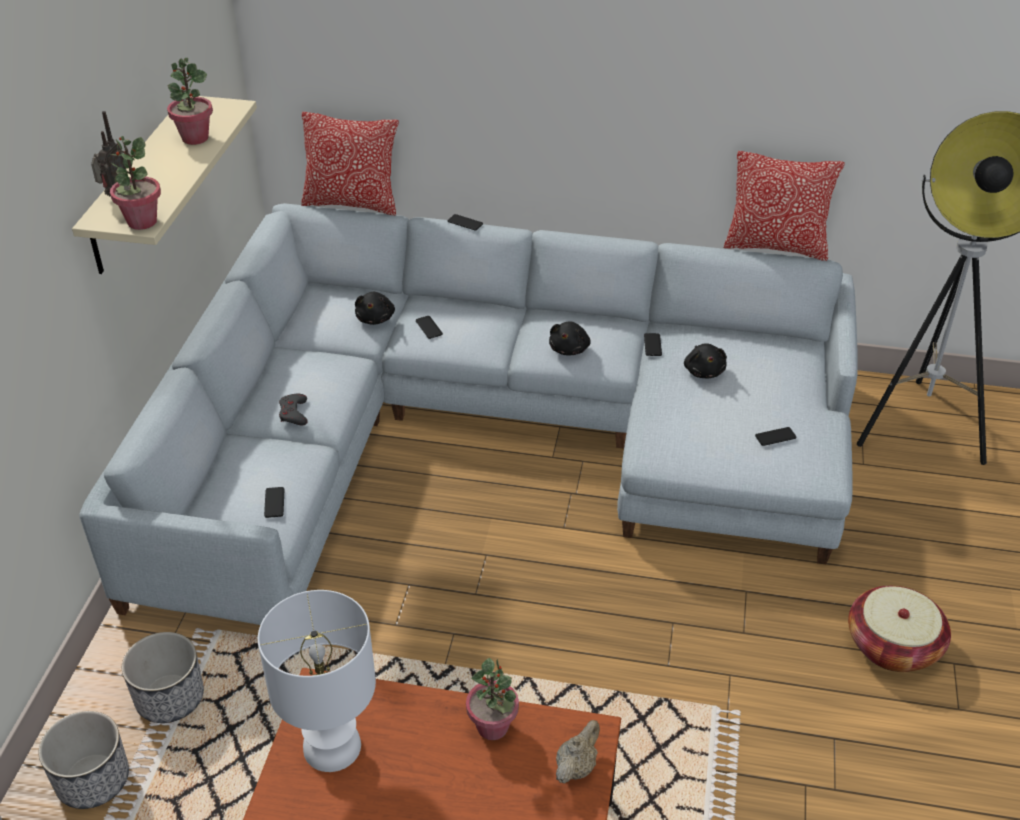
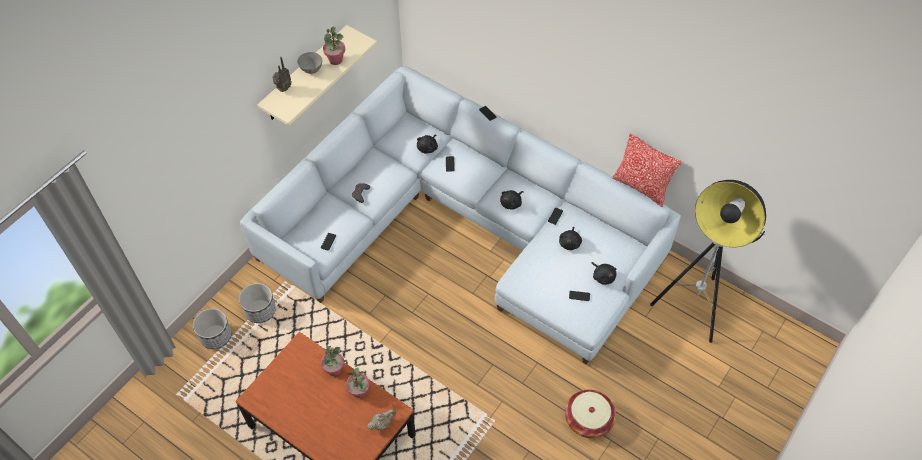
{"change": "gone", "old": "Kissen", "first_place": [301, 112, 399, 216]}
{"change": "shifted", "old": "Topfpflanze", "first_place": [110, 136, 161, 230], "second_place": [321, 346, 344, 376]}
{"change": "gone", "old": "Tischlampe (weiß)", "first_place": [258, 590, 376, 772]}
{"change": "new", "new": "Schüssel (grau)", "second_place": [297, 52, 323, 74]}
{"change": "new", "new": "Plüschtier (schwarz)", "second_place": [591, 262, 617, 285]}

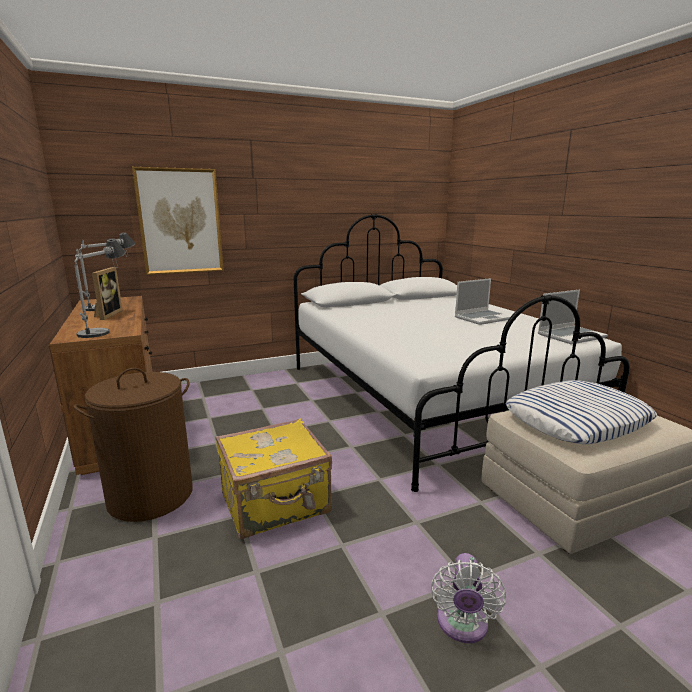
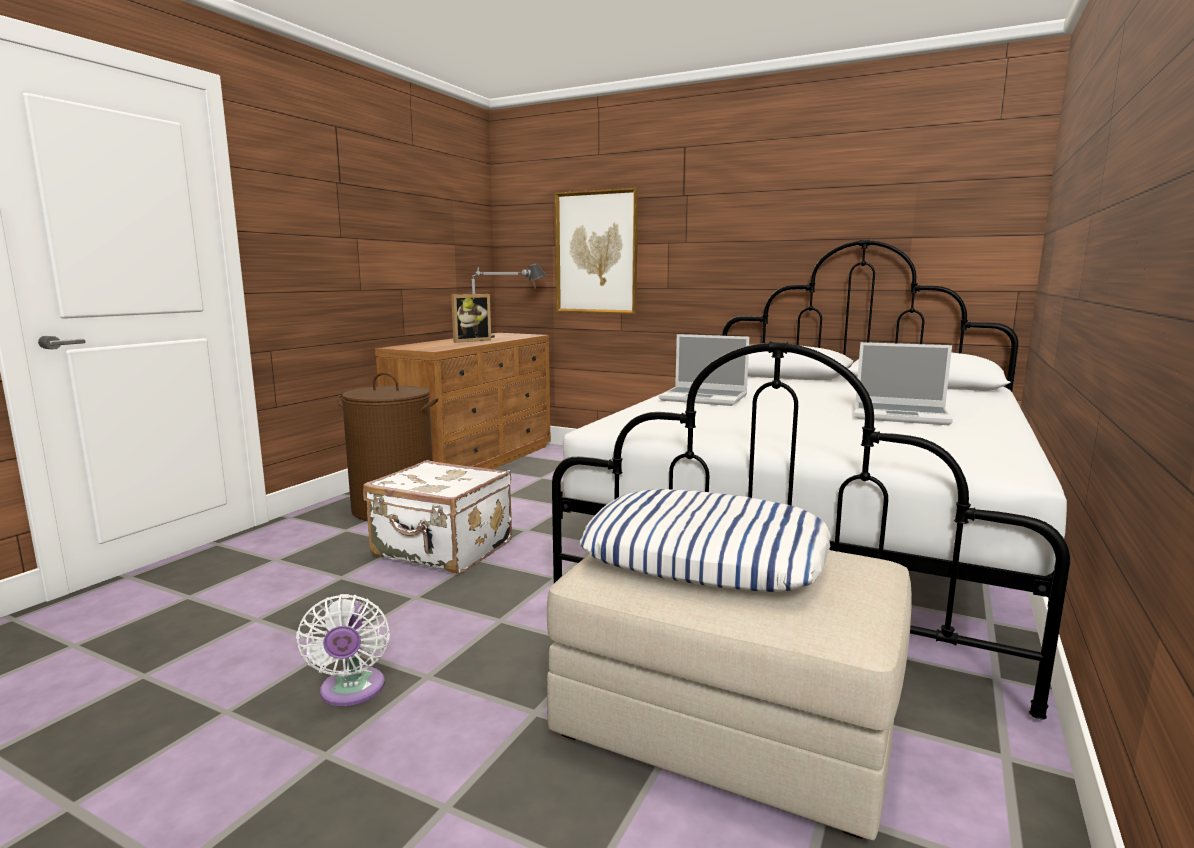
{"change": "gone", "old": "Tischlampe", "first_place": [74, 238, 126, 338]}
{"change": "shifted", "old": "Laptop", "first_place": [538, 289, 608, 345], "second_place": [659, 334, 749, 406]}
{"change": "repainted", "old": "Koffer (gelb)", "new": "Koffer (weiß)", "first_place": [216, 418, 332, 539], "second_place": [363, 460, 512, 574]}
{"change": "rotated", "old": "Ventilator (weiß)", "first_place": [431, 553, 506, 643], "second_place": [296, 594, 390, 706], "degrees": -75}

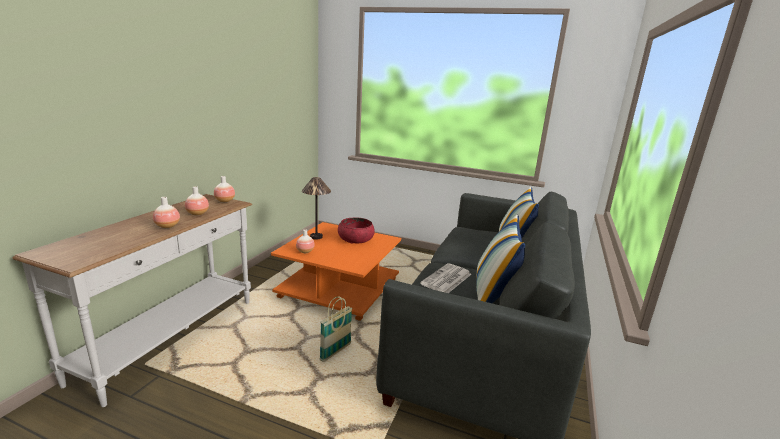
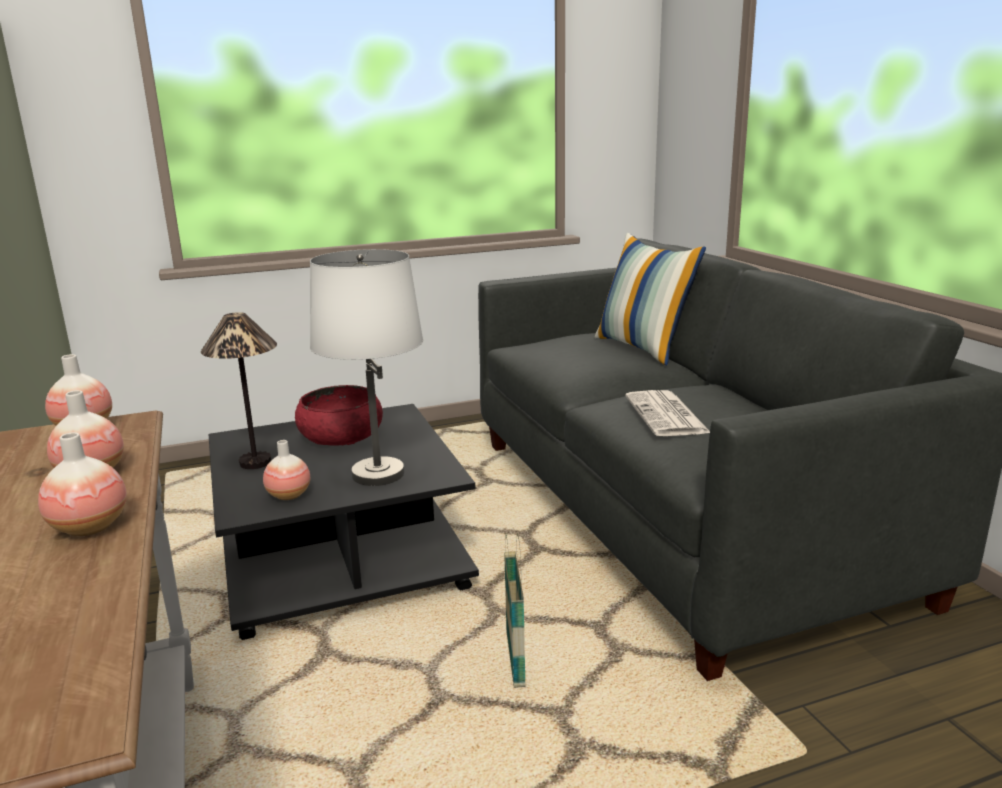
{"change": "gone", "old": "Kissen", "first_place": [476, 215, 525, 303]}
{"change": "repainted", "old": "Couchtisch (orange)", "new": "Couchtisch (schwarz)", "first_place": [271, 222, 401, 321], "second_place": [208, 404, 479, 640]}
{"change": "new", "new": "Tischlampe (weiß)", "second_place": [310, 249, 423, 486]}

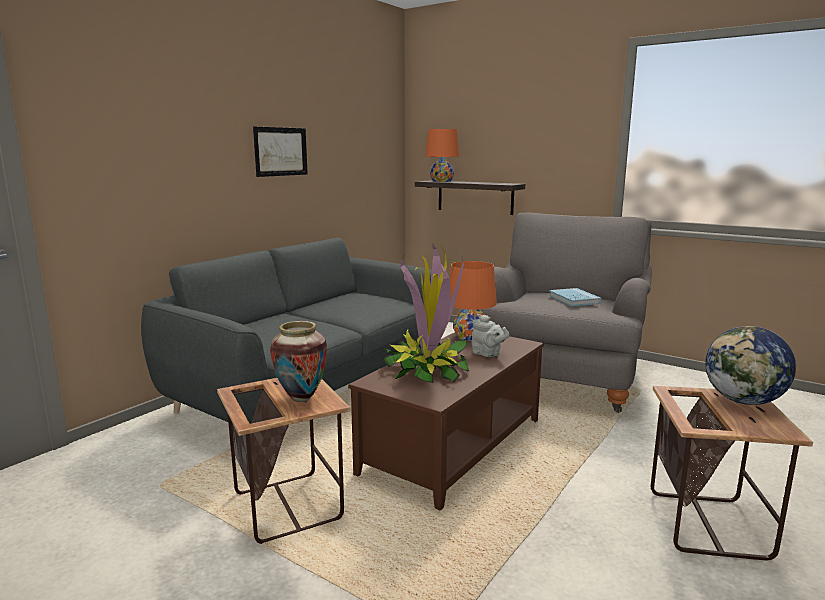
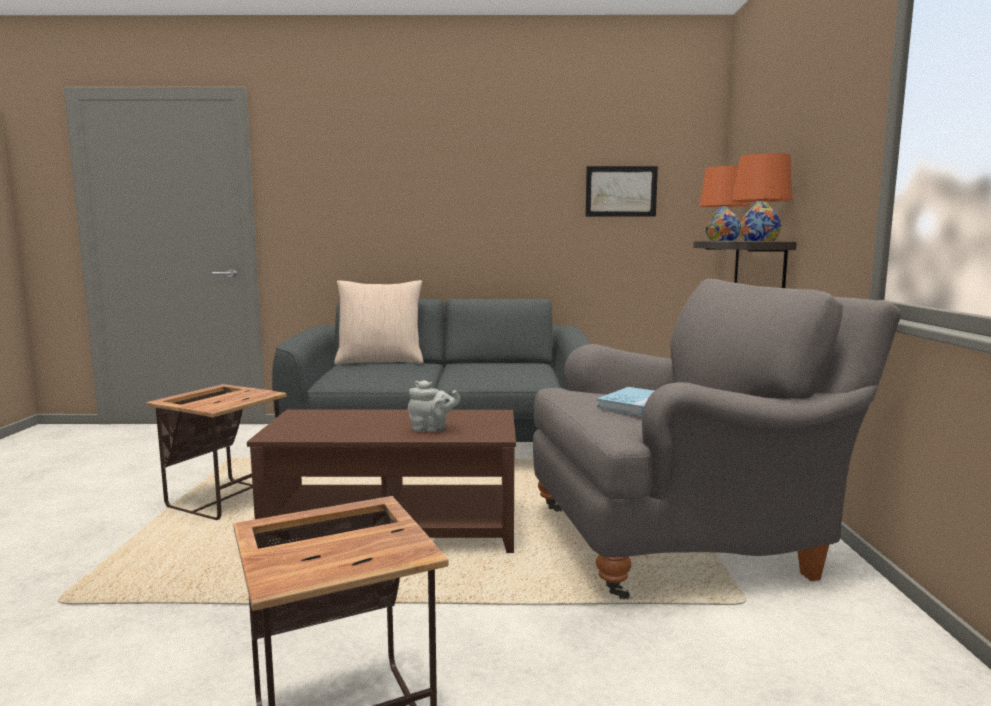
{"change": "shifted", "old": "Bild", "first_place": [253, 126, 308, 177], "second_place": [585, 166, 658, 217]}
{"change": "gone", "old": "Topfpflanze", "first_place": [382, 243, 469, 383]}
{"change": "shifted", "old": "Tischlampe (orange)", "first_place": [449, 261, 497, 341], "second_place": [732, 153, 792, 241]}
{"change": "rotated", "old": "Teekanne (grau)", "first_place": [472, 314, 510, 357], "second_place": [408, 380, 461, 432], "degrees": -90}
{"change": "gone", "old": "Vase", "first_place": [270, 321, 327, 402]}
{"change": "gone", "old": "Globus", "first_place": [705, 326, 796, 405]}
{"change": "new", "new": "Kissen (beige)", "second_place": [334, 280, 424, 365]}

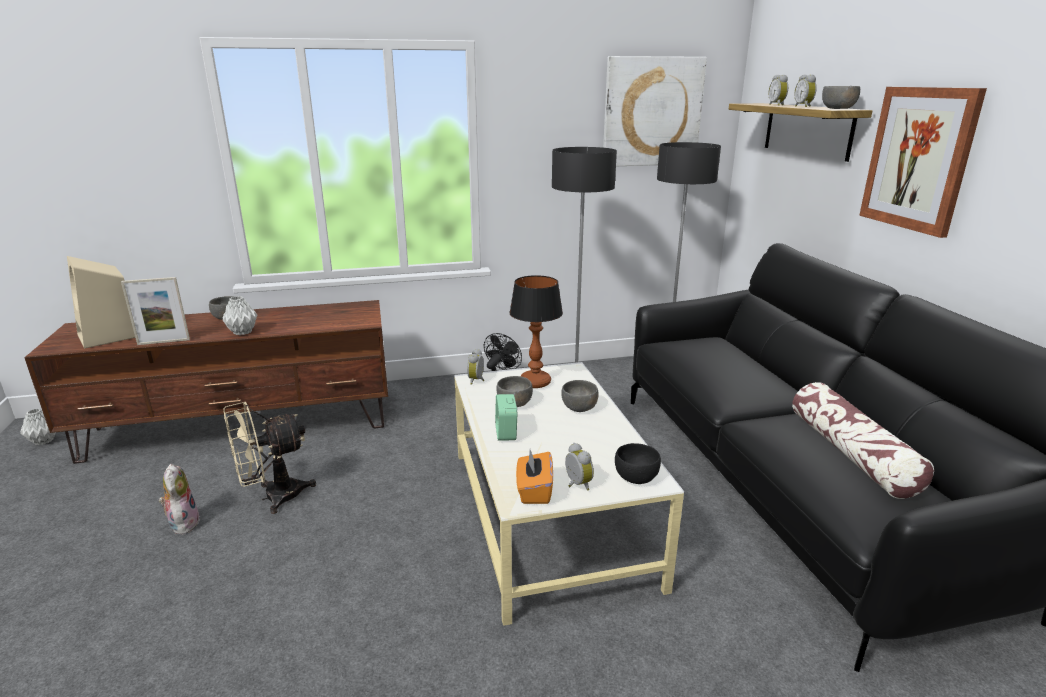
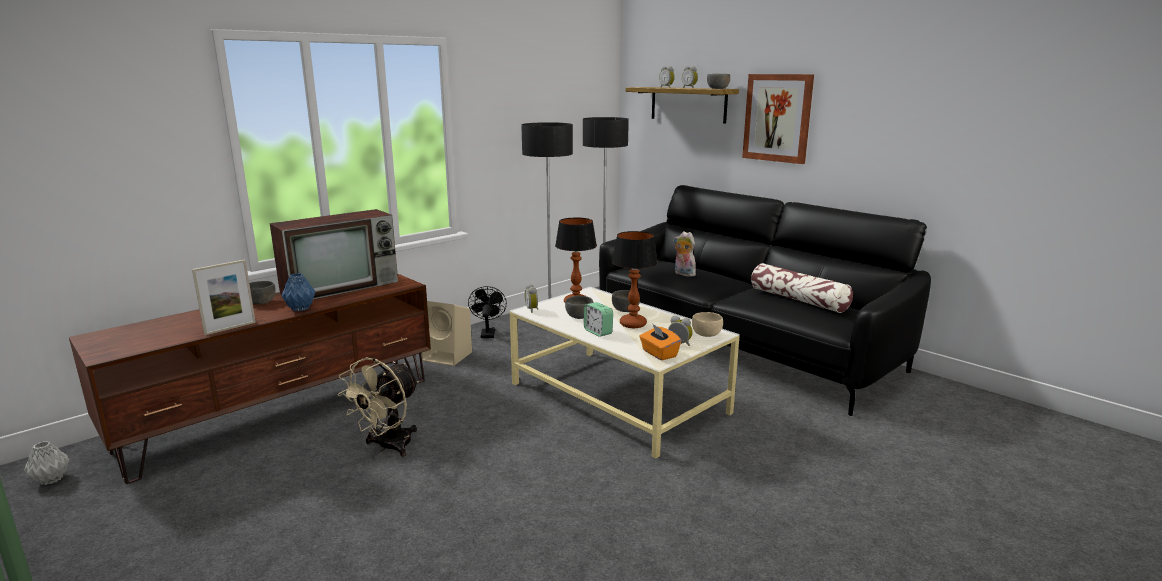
{"change": "gone", "old": "Bild", "first_place": [603, 56, 707, 166]}
{"change": "shifted", "old": "Lautsprecher (beige)", "first_place": [67, 256, 135, 349], "second_place": [422, 301, 472, 366]}
{"change": "repainted", "old": "Vase (grau)", "new": "Vase (blau)", "first_place": [223, 296, 257, 335], "second_place": [282, 273, 316, 311]}
{"change": "repainted", "old": "Schüssel (schwarz)", "new": "Schüssel (beige)", "first_place": [615, 443, 661, 484], "second_place": [692, 312, 723, 337]}
{"change": "shifted", "old": "Plüschtier", "first_place": [158, 464, 200, 534], "second_place": [673, 231, 696, 277]}
{"change": "new", "new": "Fernseher", "second_place": [270, 209, 398, 299]}
{"change": "new", "new": "Tischlampe", "second_place": [612, 231, 658, 328]}

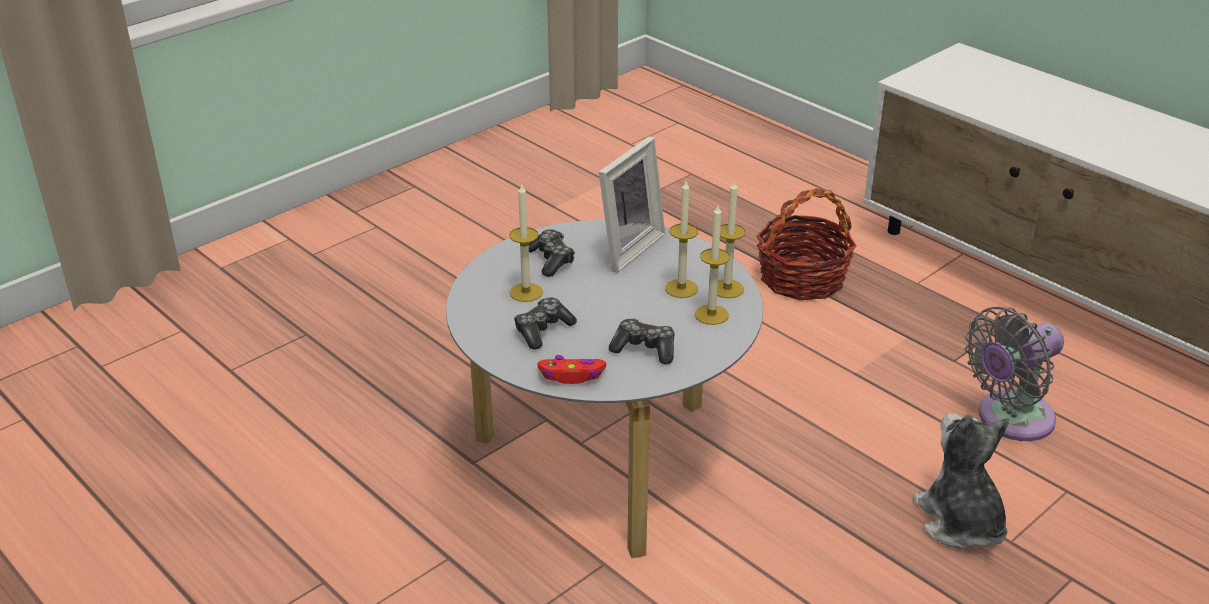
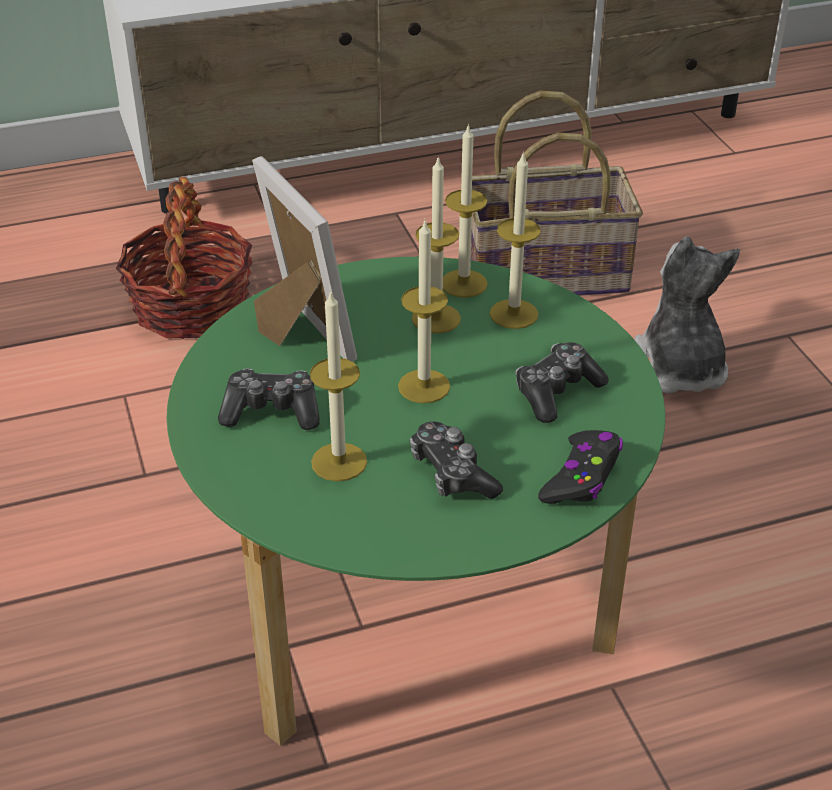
{"change": "repainted", "old": "Couchtisch (grau)", "new": "Couchtisch (grün)", "first_place": [446, 220, 763, 558], "second_place": [167, 257, 665, 746]}
{"change": "swapped", "old": "Ventilator (grau)", "new": "Korb", "first_place": [965, 306, 1064, 441], "second_place": [471, 90, 643, 296]}
{"change": "repainted", "old": "Gamepad (rot)", "new": "Gamepad (schwarz)", "first_place": [538, 355, 606, 384], "second_place": [538, 430, 623, 504]}
{"change": "rotated", "old": "Plüschtier", "first_place": [913, 413, 1009, 549], "second_place": [634, 236, 740, 393], "degrees": 75}
{"change": "new", "new": "Kerze", "second_place": [398, 221, 450, 403]}

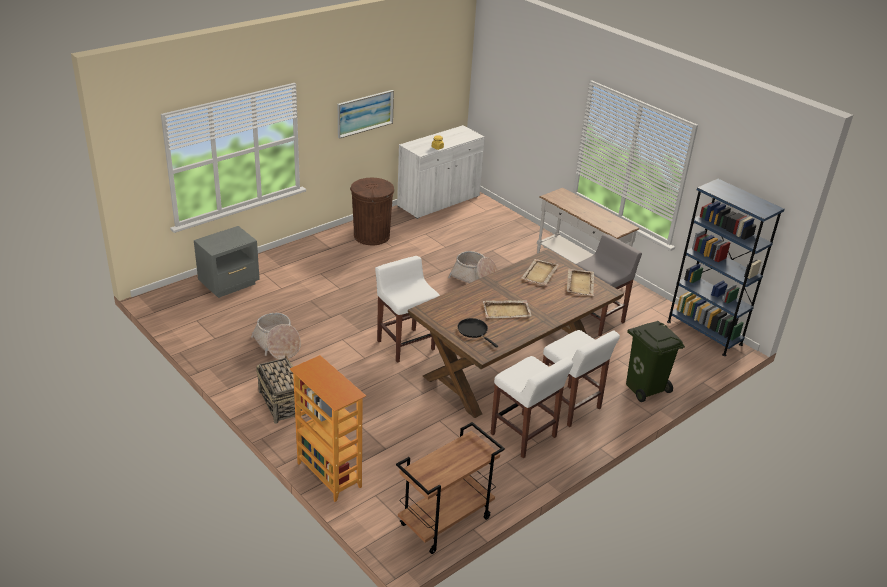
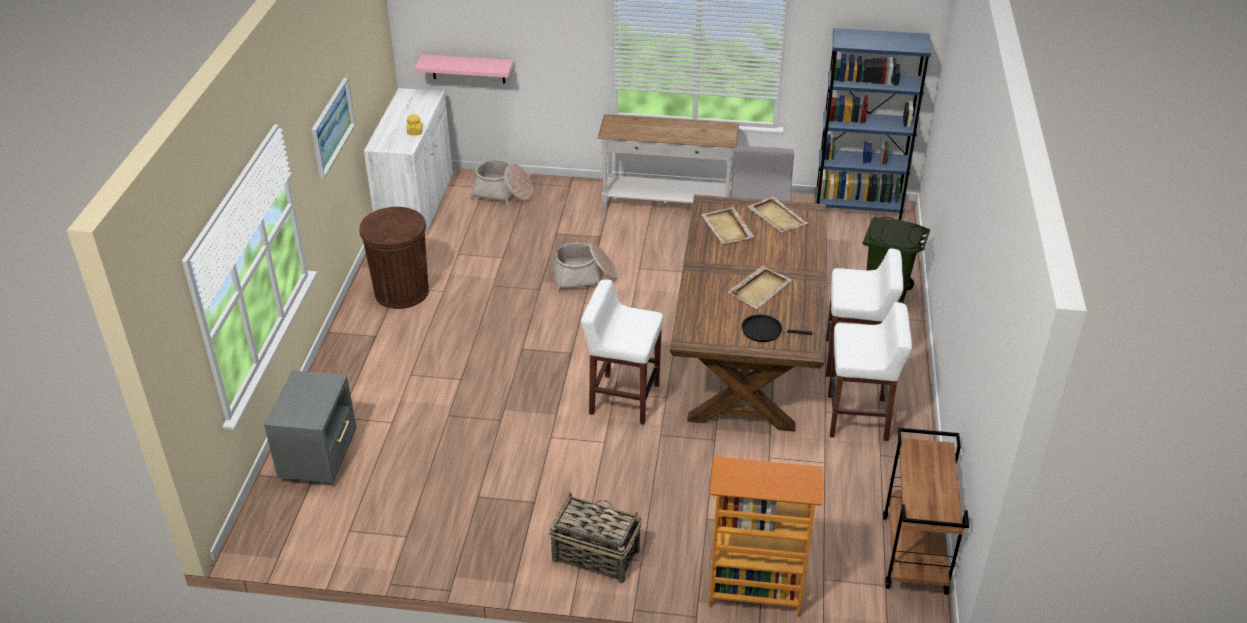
{"change": "shifted", "old": "Korb", "first_place": [251, 313, 301, 359], "second_place": [470, 160, 533, 205]}
{"change": "new", "new": "Wandregal (rosa)", "second_place": [415, 54, 514, 84]}

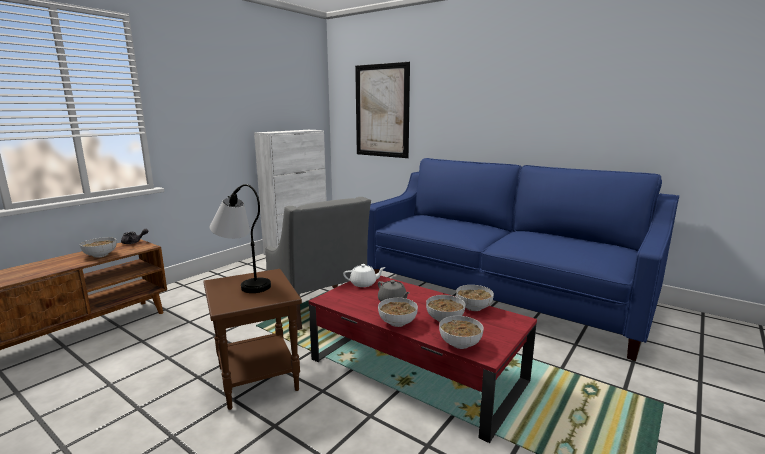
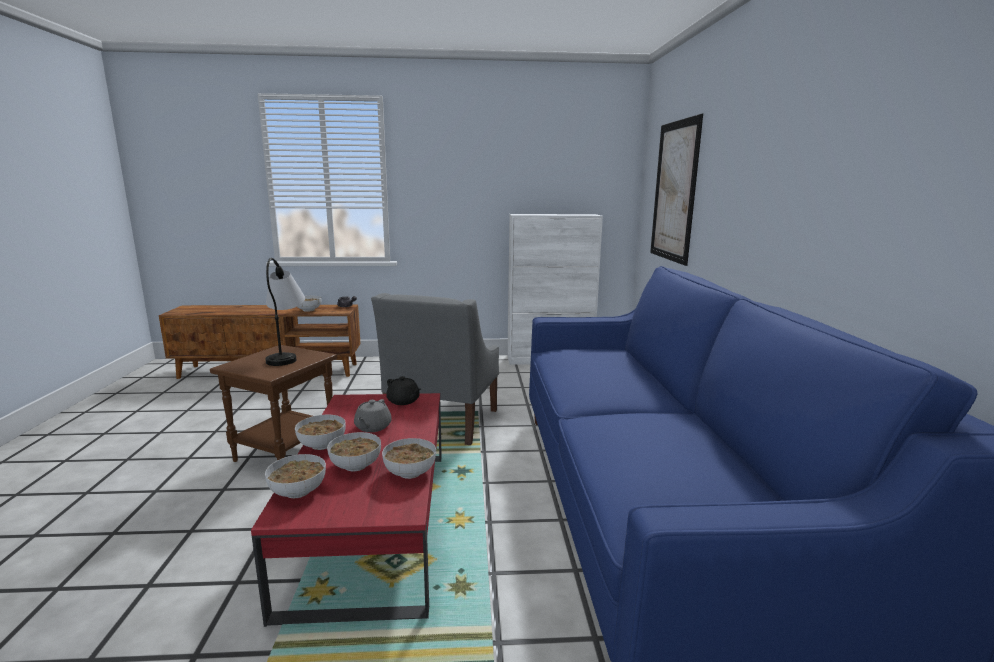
{"change": "repainted", "old": "Teekanne (weiß)", "new": "Teekanne (schwarz)", "first_place": [343, 264, 386, 287], "second_place": [386, 376, 421, 405]}

